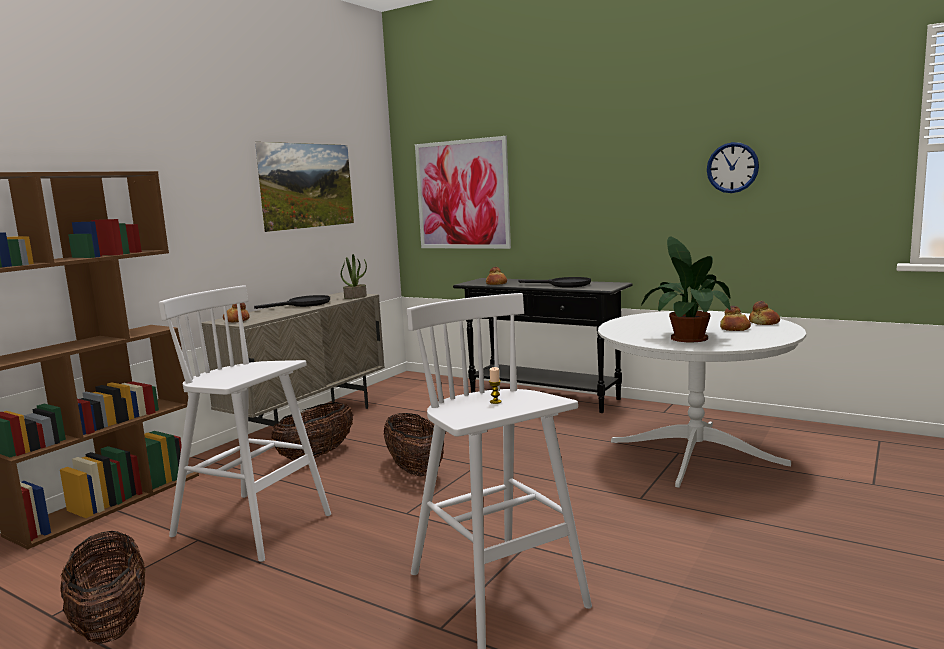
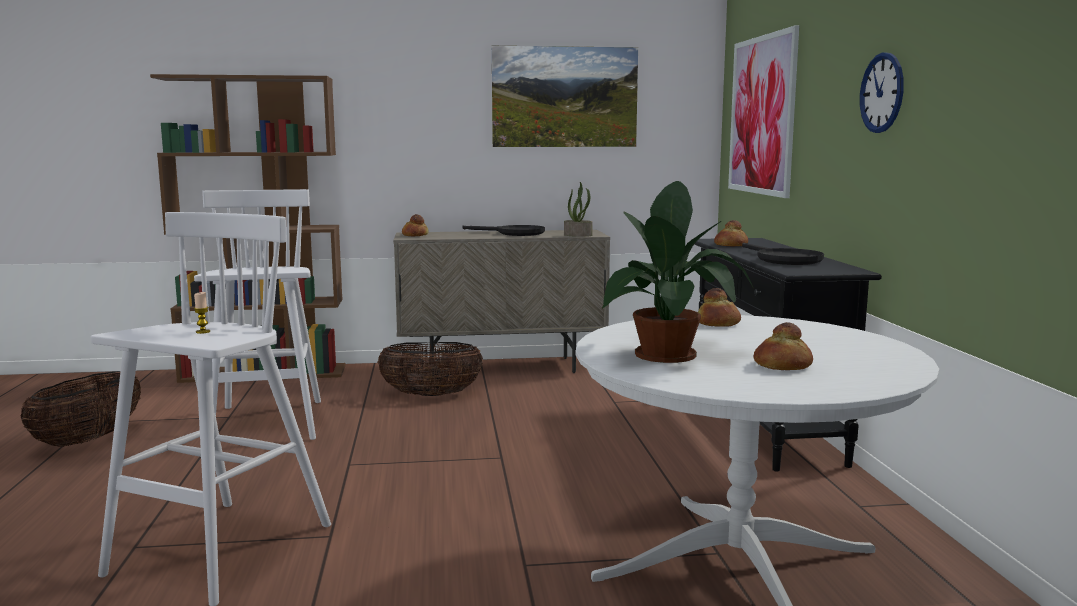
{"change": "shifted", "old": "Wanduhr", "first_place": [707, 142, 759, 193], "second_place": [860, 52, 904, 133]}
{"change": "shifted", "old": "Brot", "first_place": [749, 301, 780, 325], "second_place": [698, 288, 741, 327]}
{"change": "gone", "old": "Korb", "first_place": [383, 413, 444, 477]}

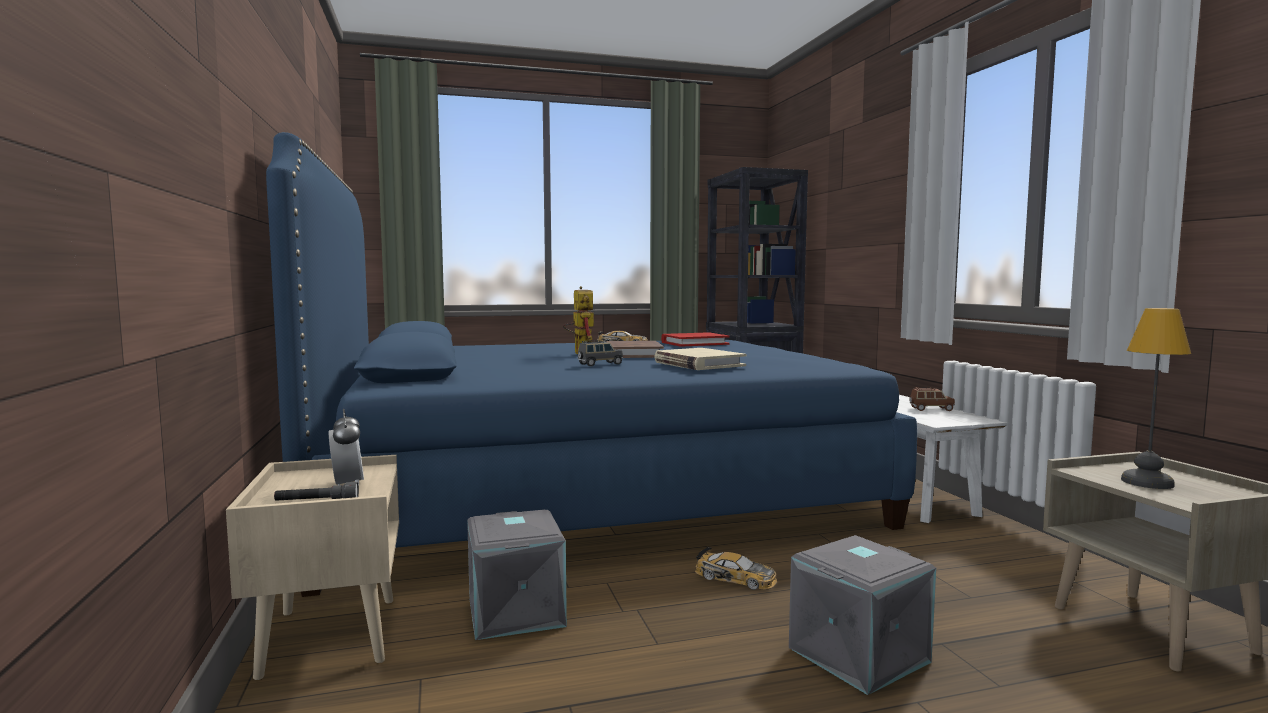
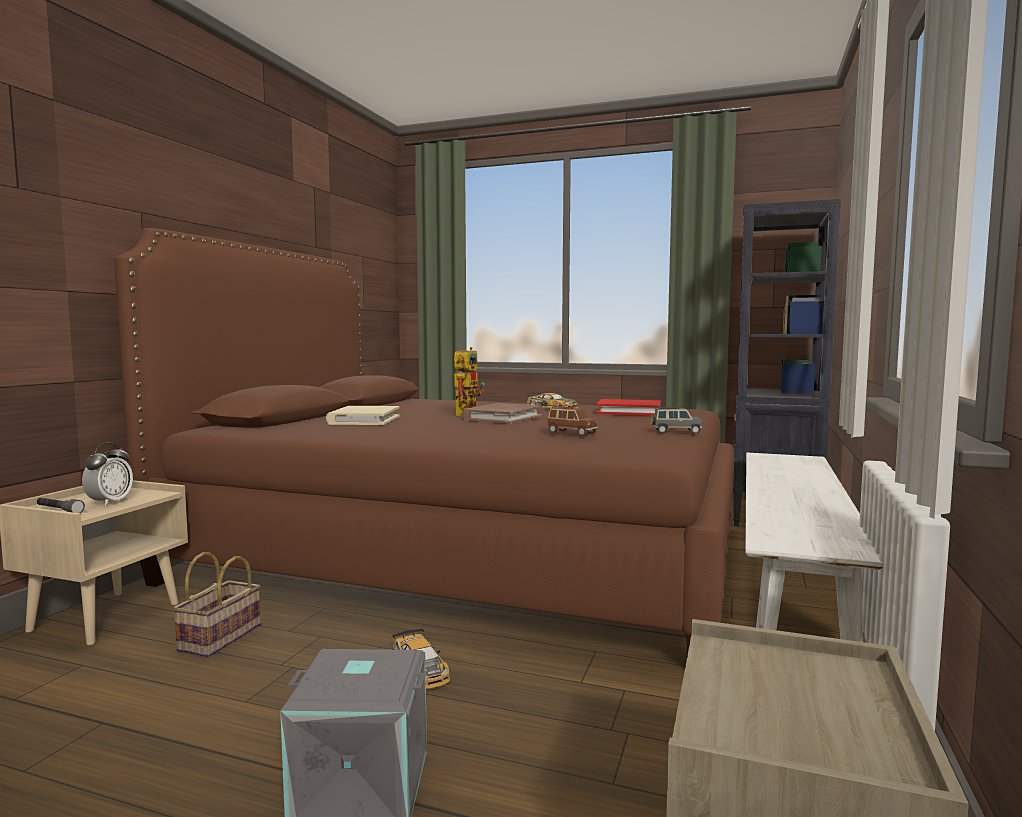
{"change": "repainted", "old": "Bett (blau)", "new": "Bett (braun)", "first_place": [266, 132, 917, 597], "second_place": [114, 228, 734, 652]}
{"change": "gone", "old": "Tischlampe", "first_place": [1121, 308, 1191, 489]}
{"change": "shifted", "old": "Spielzeugauto (grau)", "first_place": [578, 340, 623, 366], "second_place": [652, 406, 702, 434]}
{"change": "shifted", "old": "Buch (beige)", "first_place": [654, 348, 746, 370], "second_place": [326, 406, 400, 425]}
{"change": "shifted", "old": "Spielzeugauto (braun)", "first_place": [909, 387, 955, 411], "second_place": [547, 405, 597, 436]}
{"change": "swapped", "old": "Aufbewahrungsbox (grau)", "new": "Korb", "first_place": [467, 509, 567, 640], "second_place": [173, 552, 261, 657]}

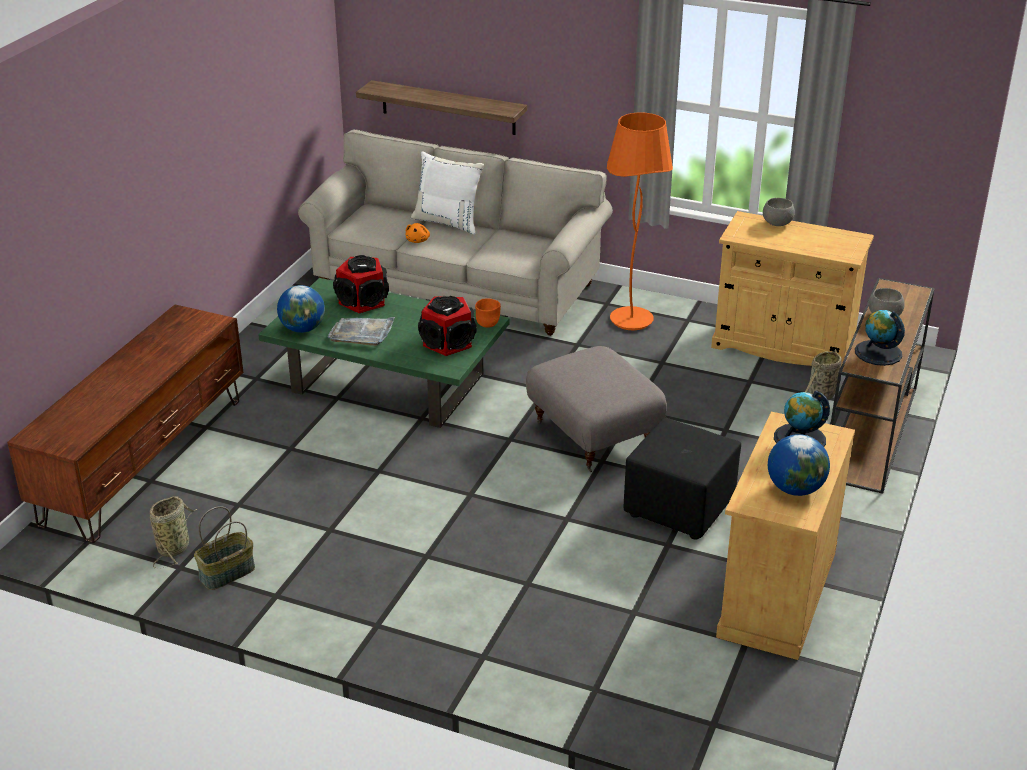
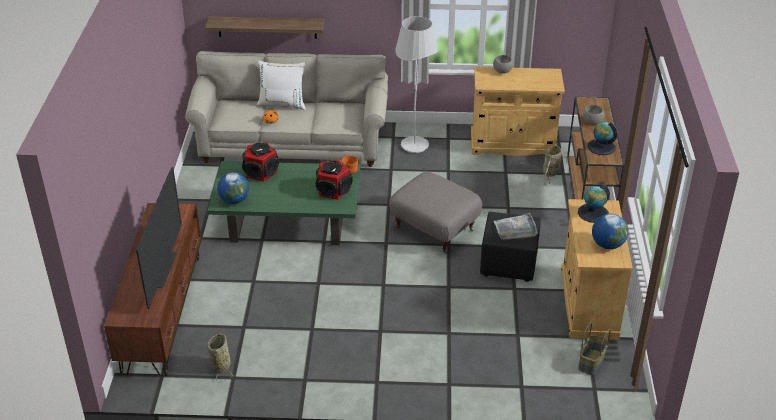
{"change": "repainted", "old": "Stehlampe (orange)", "new": "Stehlampe (weiß)", "first_place": [607, 112, 673, 330], "second_place": [395, 16, 438, 153]}
{"change": "shifted", "old": "Tablett (grau)", "first_place": [328, 317, 395, 346], "second_place": [494, 213, 538, 240]}
{"change": "shifted", "old": "Korb", "first_place": [194, 506, 255, 590], "second_place": [578, 322, 610, 375]}
{"change": "new", "new": "Fernseher", "second_place": [136, 167, 182, 309]}

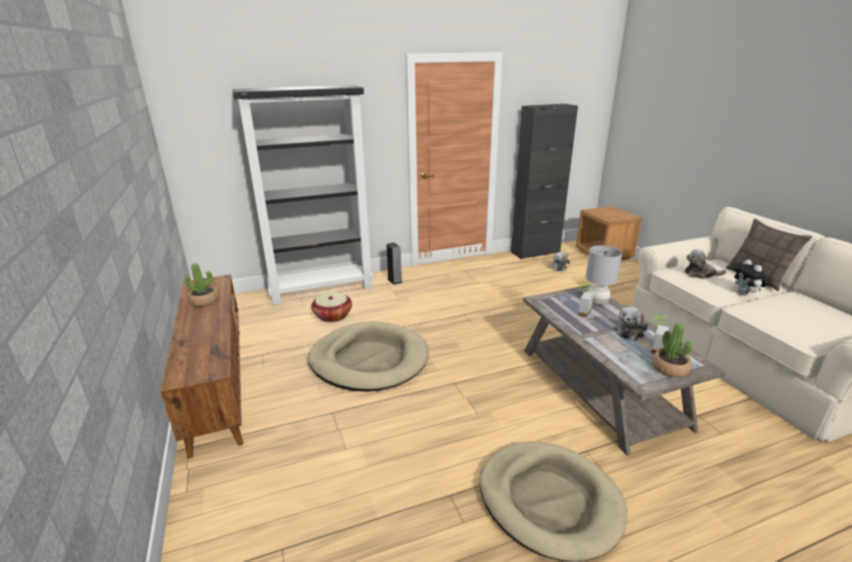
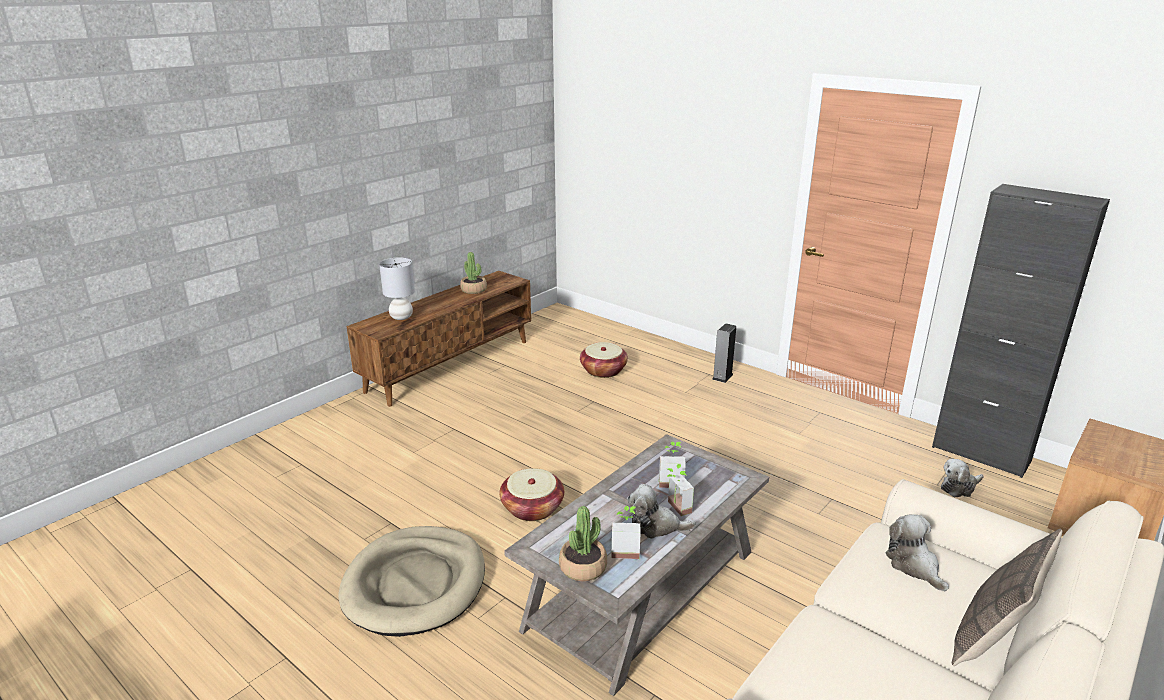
{"change": "gone", "old": "Bücherregal (schwarz)", "first_place": [233, 85, 374, 305]}
{"change": "shifted", "old": "Tischlampe (grau)", "first_place": [586, 245, 622, 305], "second_place": [379, 258, 415, 320]}
{"change": "gone", "old": "Plüschtier", "first_place": [734, 259, 768, 296]}
{"change": "gone", "old": "Hundebett (beige)", "first_place": [308, 321, 428, 392]}
{"change": "new", "new": "Topfpflanze", "second_place": [667, 464, 694, 516]}
{"change": "new", "new": "Korb", "second_place": [499, 468, 564, 521]}

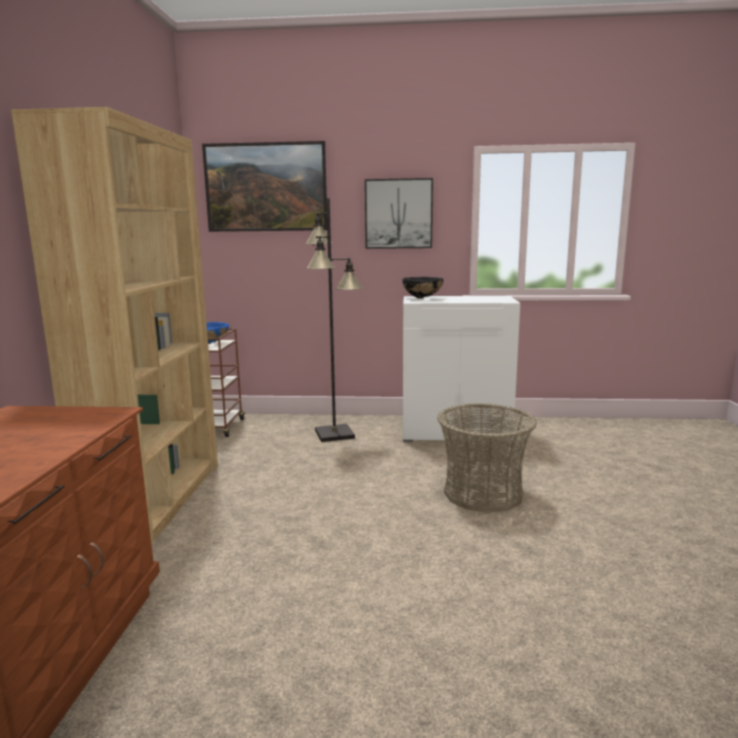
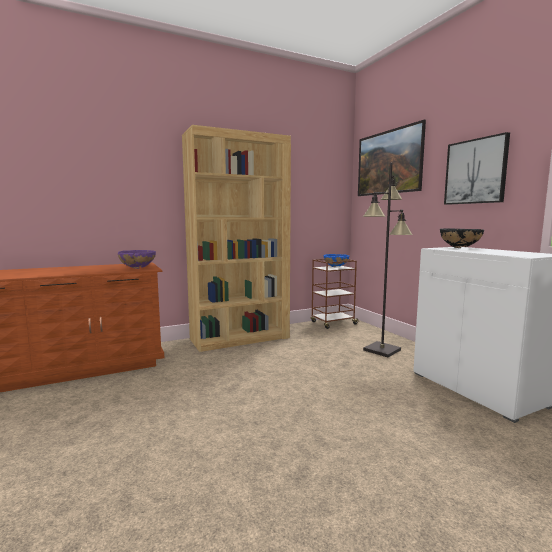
{"change": "gone", "old": "Korb", "first_place": [437, 403, 537, 513]}
{"change": "new", "new": "Schüssel (lila)", "second_place": [118, 250, 156, 269]}

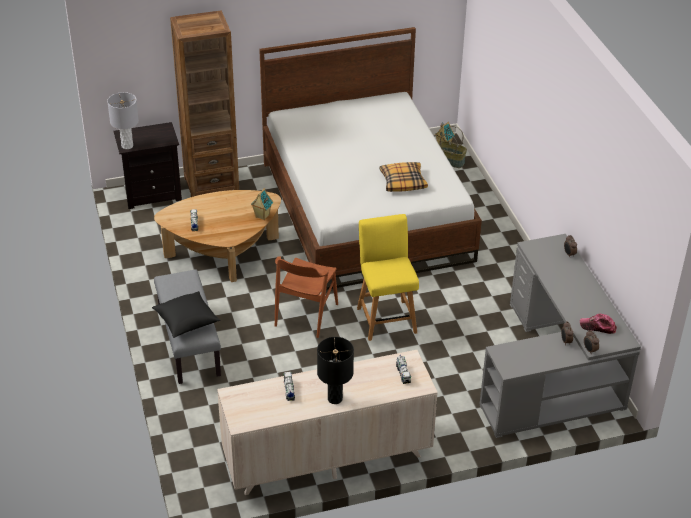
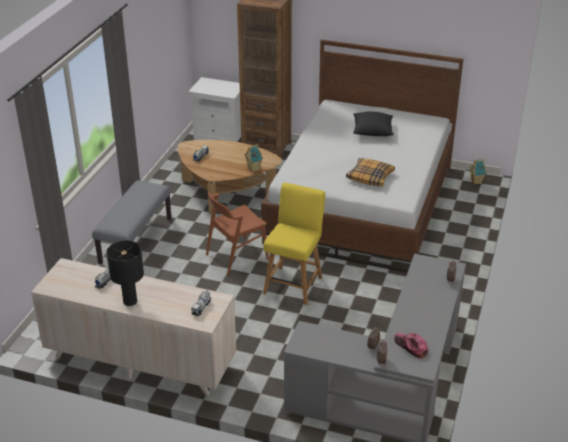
{"change": "gone", "old": "Tischlampe (grau)", "first_place": [107, 92, 139, 149]}
{"change": "repainted", "old": "Nachttisch (schwarz)", "new": "Nachttisch (weiß)", "first_place": [114, 122, 182, 209], "second_place": [188, 77, 241, 142]}
{"change": "gone", "old": "Korb", "first_place": [439, 126, 467, 168]}
{"change": "shifted", "old": "Kissen (schwarz)", "first_place": [152, 291, 220, 338], "second_place": [353, 112, 394, 136]}

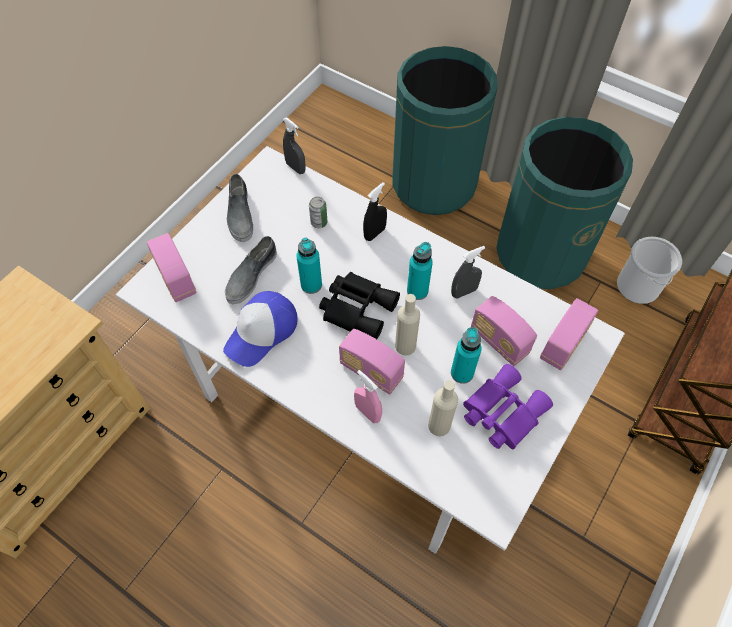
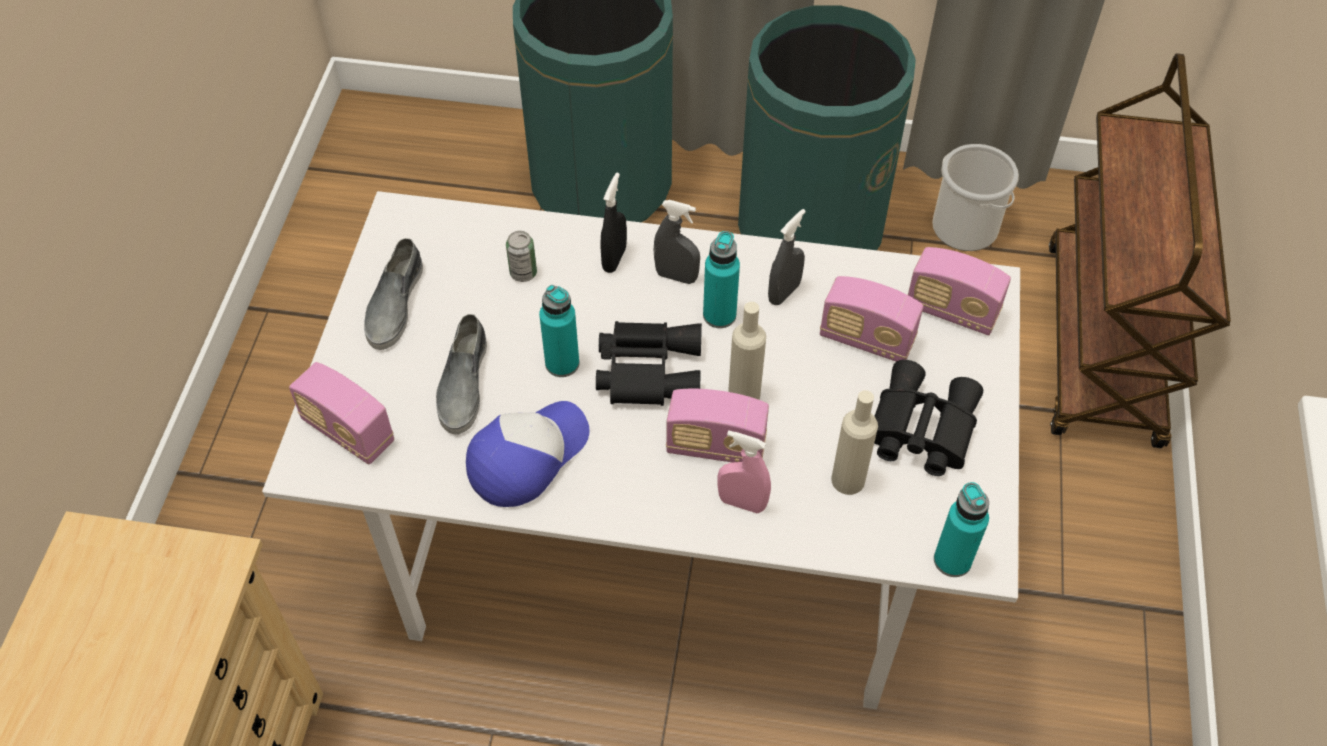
{"change": "shifted", "old": "Sprühflasche (grau)", "first_place": [283, 118, 306, 174], "second_place": [654, 200, 700, 284]}
{"change": "rotated", "old": "Schuh (grau)", "first_place": [227, 174, 253, 242], "second_place": [364, 238, 423, 350], "degrees": 45}
{"change": "rotated", "old": "Kappe", "first_place": [223, 291, 298, 367], "second_place": [466, 401, 590, 507], "degrees": -150}
{"change": "rotated", "old": "Radio", "first_place": [540, 298, 598, 370], "second_place": [908, 247, 1011, 335], "degrees": 105}
{"change": "shifted", "old": "Flasche (türkis)", "first_place": [451, 327, 482, 384], "second_place": [934, 482, 989, 577]}
{"change": "repainted", "old": "Fernglas (lila)", "new": "Fernglas (schwarz)", "first_place": [463, 364, 553, 449], "second_place": [874, 360, 983, 476]}

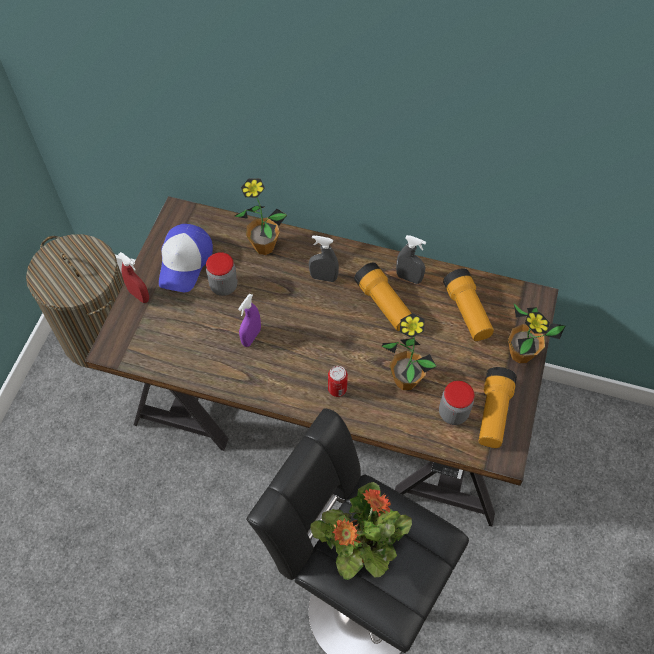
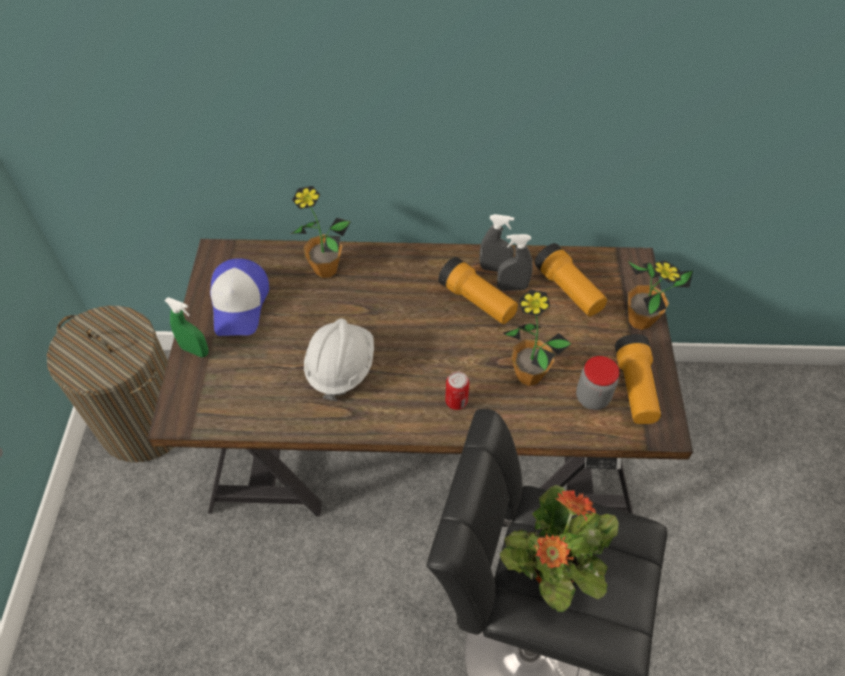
{"change": "shifted", "old": "Sprühflasche (grau)", "first_place": [309, 235, 339, 282], "second_place": [497, 234, 533, 291]}
{"change": "repainted", "old": "Sprühflasche (rot)", "new": "Sprühflasche (grün)", "first_place": [118, 252, 149, 303], "second_place": [164, 297, 209, 357]}
{"change": "gone", "old": "Vorratsglas", "first_place": [206, 252, 237, 296]}
{"change": "swapped", "old": "Sprühflasche (lila)", "new": "Schutzhelm (weiß)", "first_place": [238, 294, 261, 347], "second_place": [304, 318, 374, 401]}

